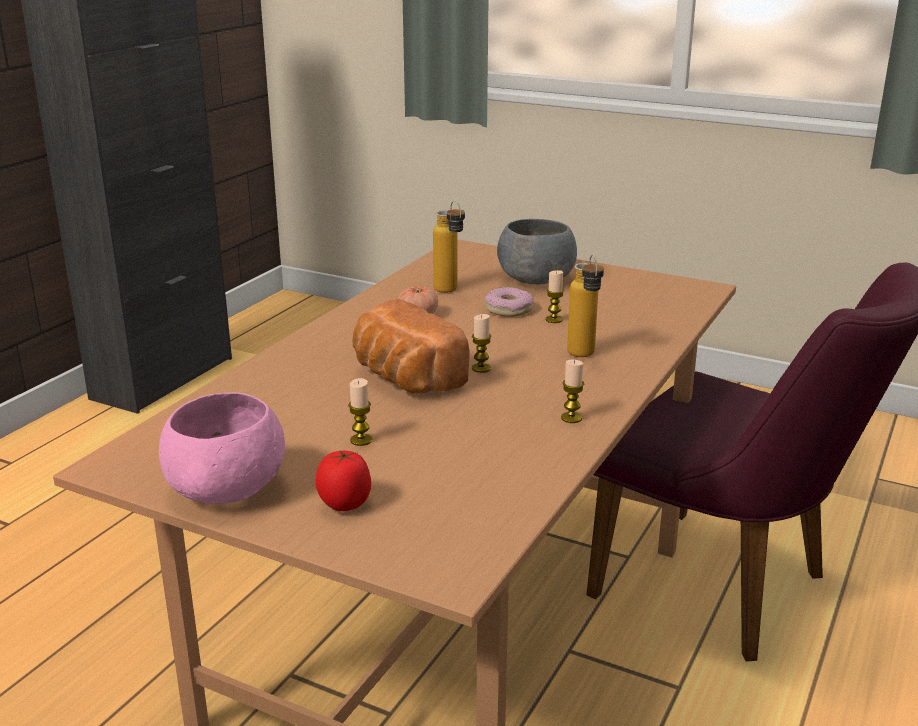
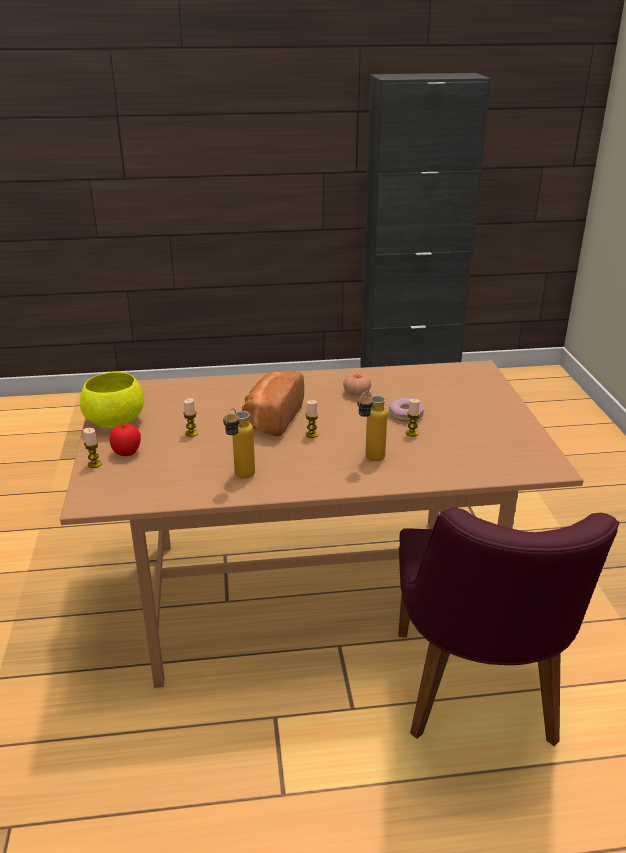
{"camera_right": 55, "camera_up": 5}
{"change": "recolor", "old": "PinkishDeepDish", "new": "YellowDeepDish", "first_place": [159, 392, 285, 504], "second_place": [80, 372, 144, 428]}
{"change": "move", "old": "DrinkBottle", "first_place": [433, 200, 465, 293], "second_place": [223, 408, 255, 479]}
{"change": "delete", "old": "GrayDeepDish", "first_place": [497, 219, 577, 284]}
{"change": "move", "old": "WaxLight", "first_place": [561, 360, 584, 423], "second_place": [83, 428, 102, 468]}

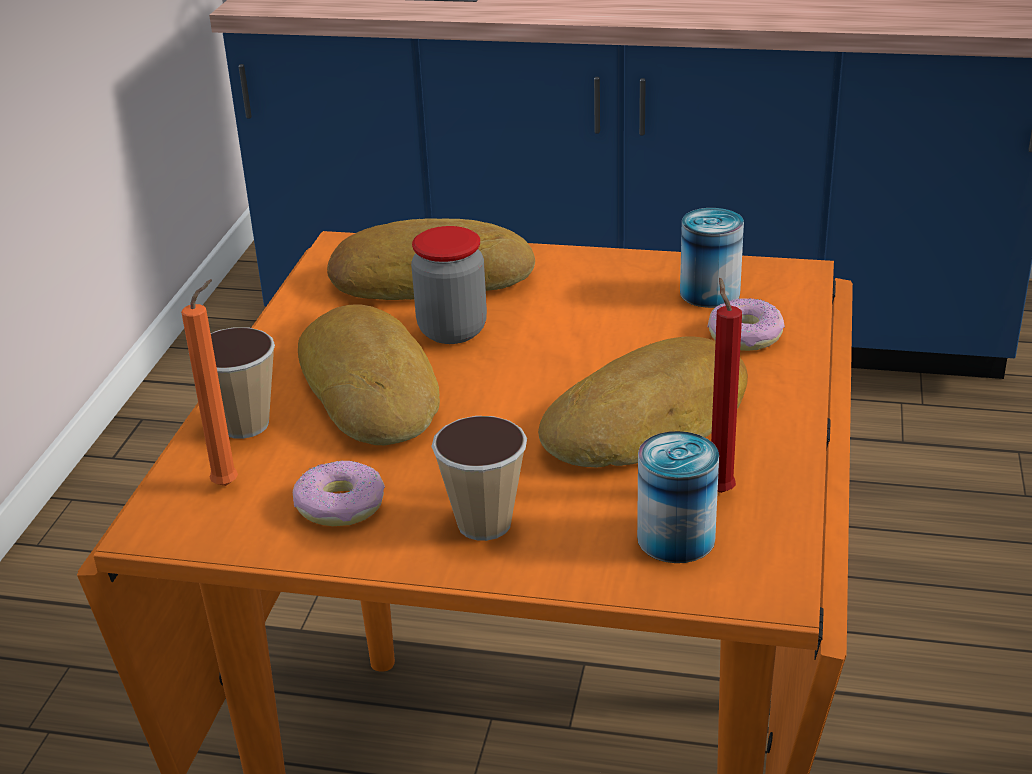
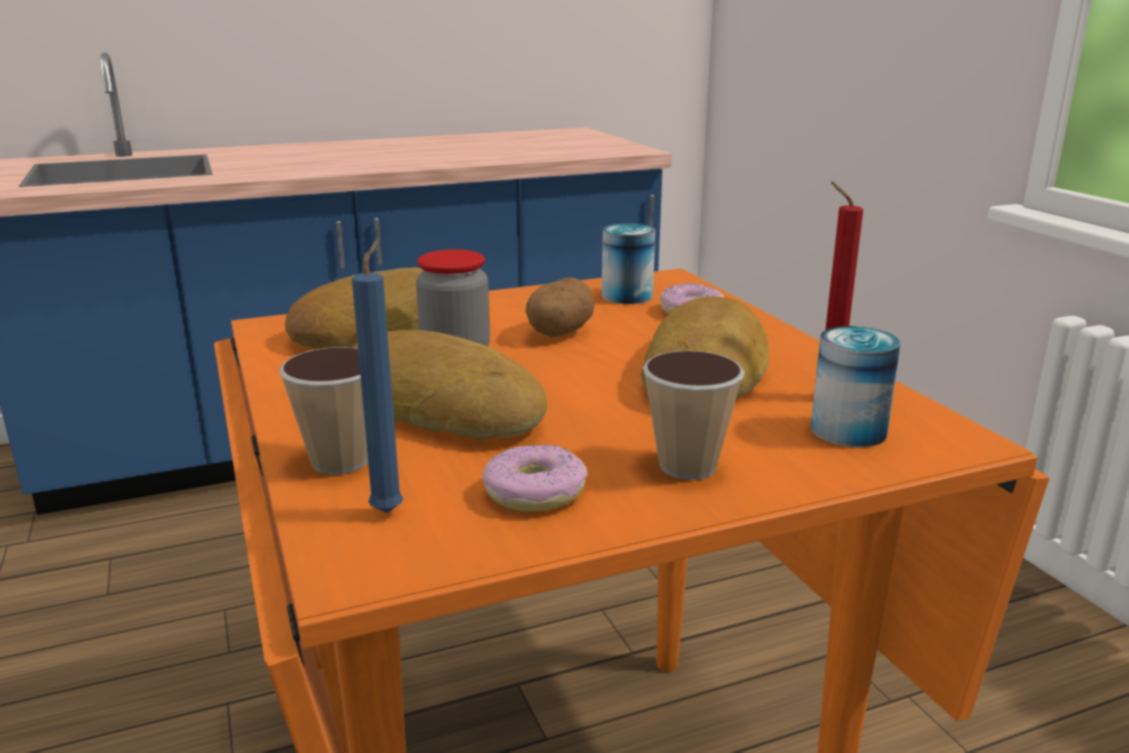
{"camera_right": -35, "camera_up": -10}
{"change": "recolor", "old": "OrangeyWaxLight", "new": "BlueWaxLight", "first_place": [181, 279, 238, 486], "second_place": [352, 239, 403, 513]}
{"change": "insert", "new": "Spud", "second_place": [526, 278, 595, 337]}

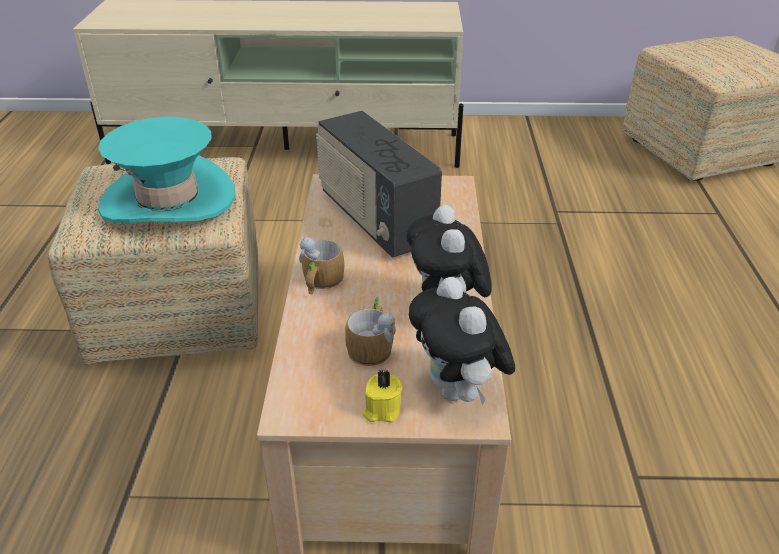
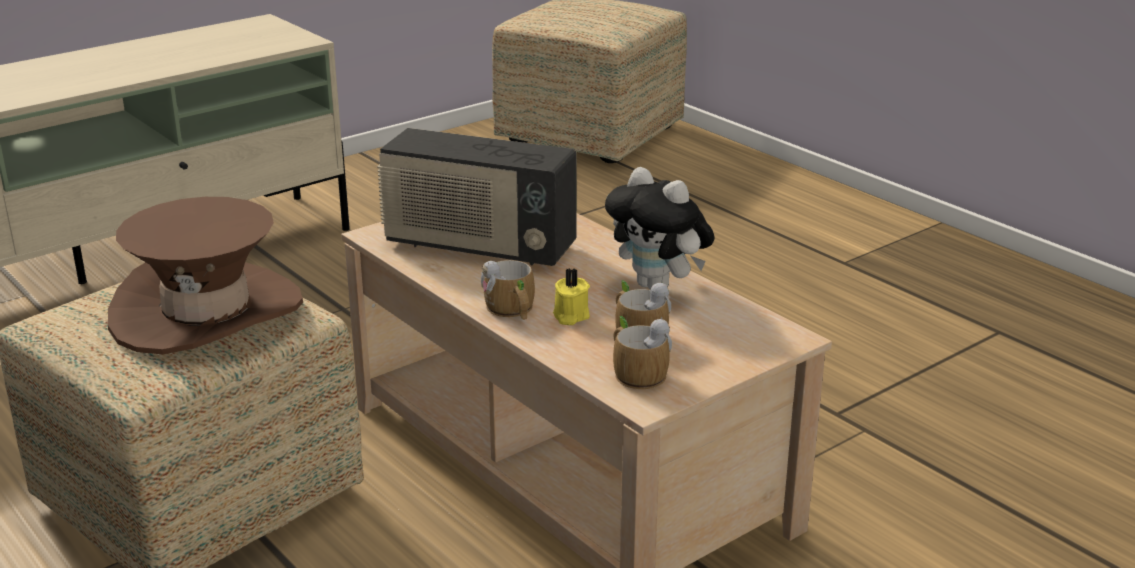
{"camera_right": -40, "camera_up": -10}
{"change": "recolor", "old": "TurquoiseWearableHat", "new": "BrownColouredWearableHat", "first_place": [98, 117, 236, 223], "second_place": [108, 197, 303, 354]}
{"change": "move", "old": "YellowWaxLight", "first_place": [363, 370, 402, 422], "second_place": [553, 268, 590, 325]}
{"change": "delete", "old": "CuddlyToy", "first_place": [409, 277, 515, 405]}
{"change": "insert", "new": "Mug", "second_place": [613, 316, 672, 389]}

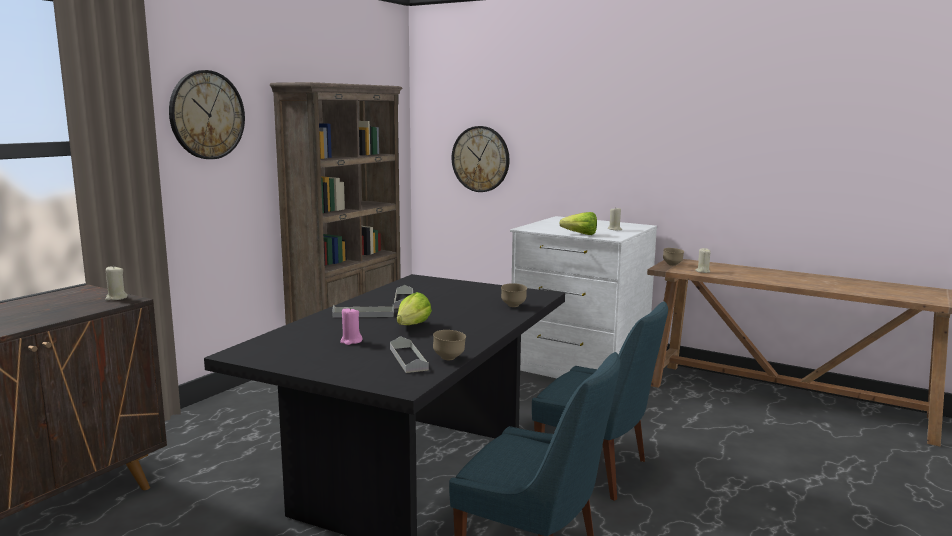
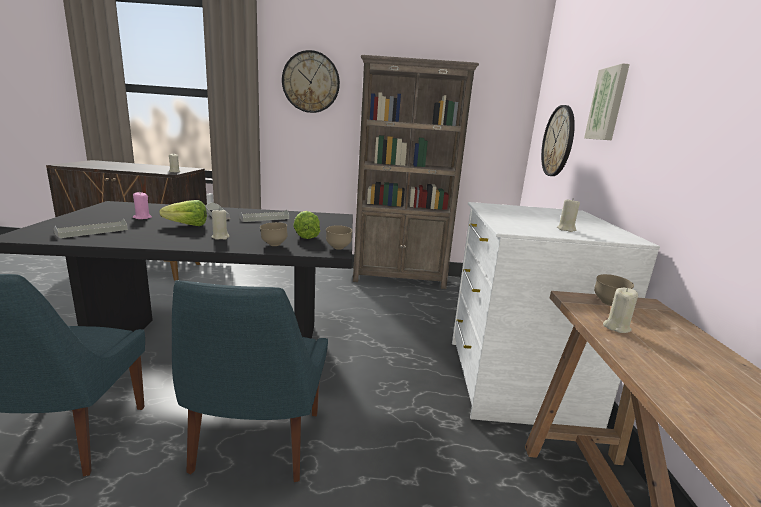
{"camera_right": 60, "camera_up": 5}
{"change": "move", "old": "BrownColouredDeepDish", "first_place": [433, 330, 466, 360], "second_place": [326, 225, 352, 250]}
{"change": "move", "old": "HeadOfLettuce", "first_place": [559, 212, 597, 235], "second_place": [293, 211, 320, 239]}
{"change": "insert", "new": "BeigeWaxLight", "second_place": [211, 209, 230, 240]}
{"change": "insert", "new": "WallPicture", "second_place": [584, 63, 630, 140]}

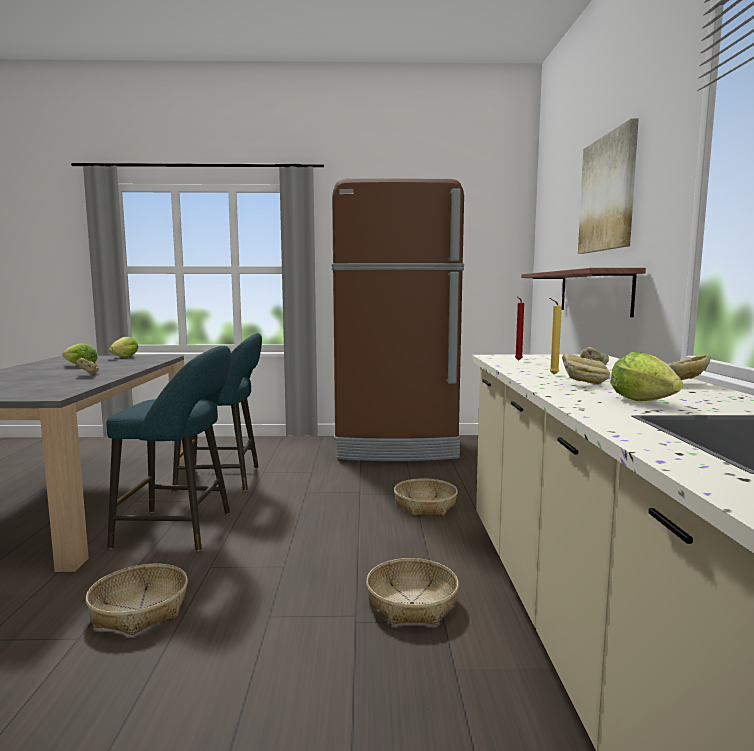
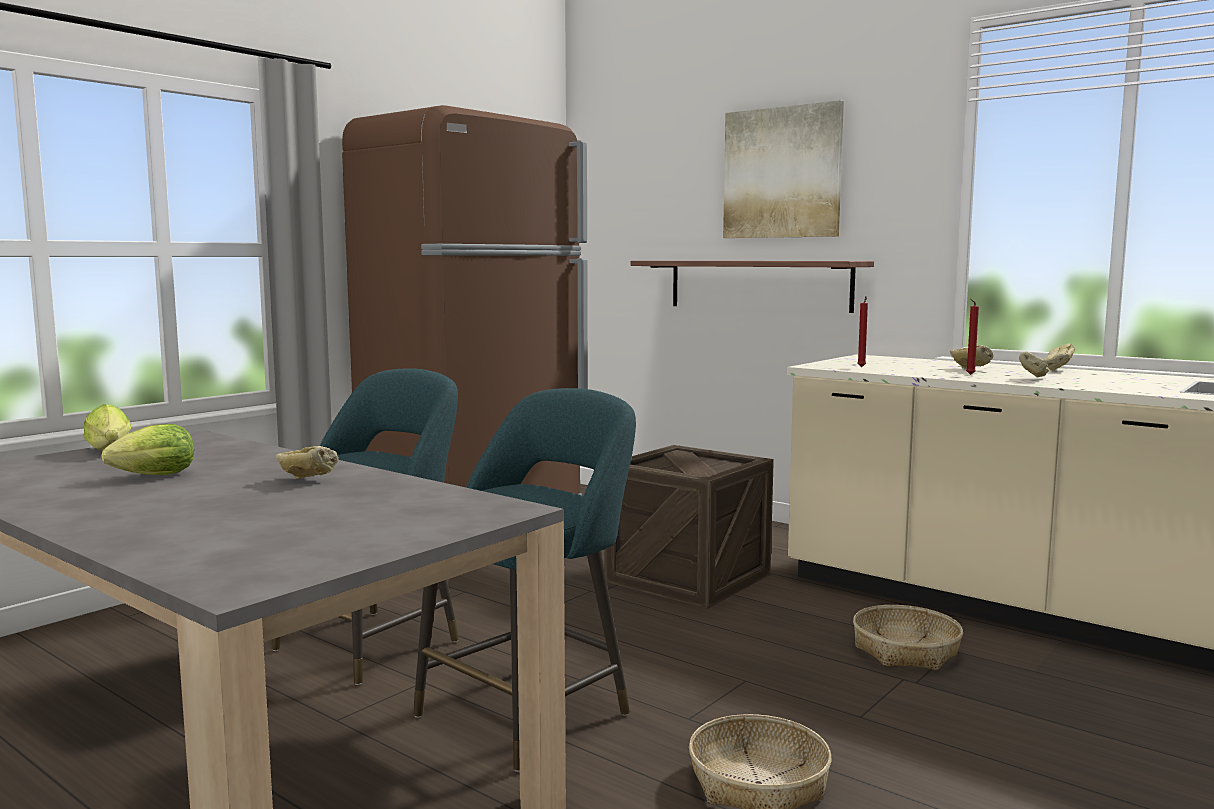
{"camera_right": -50, "camera_up": 0}
{"change": "replace", "old": "StorageBasket", "new": "ShippingCrate", "first_place": [394, 478, 458, 516], "second_place": [605, 445, 774, 609]}
{"change": "recolor", "old": "YellowWaxLight", "new": "ReddishWaxLight", "first_place": [550, 298, 562, 375], "second_place": [966, 299, 979, 375]}
{"change": "delete", "old": "HeadOfLettuce", "first_place": [610, 352, 683, 401]}

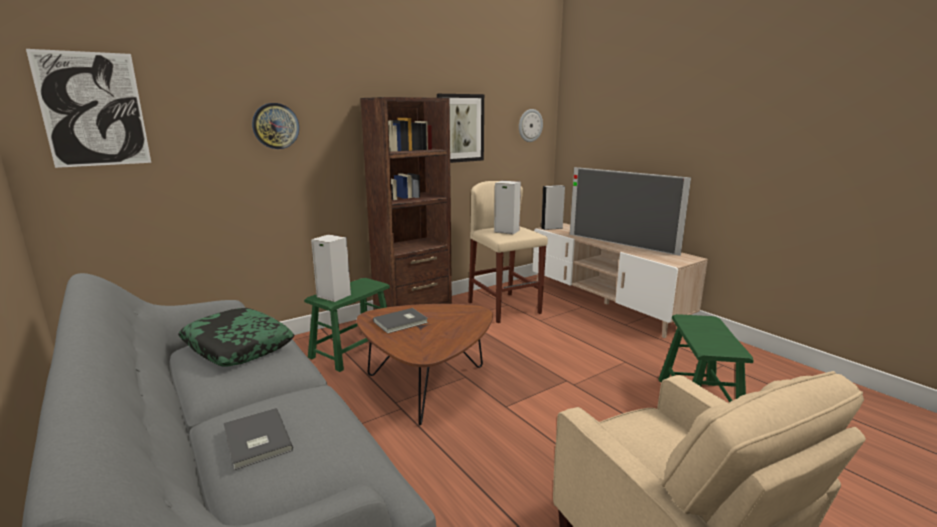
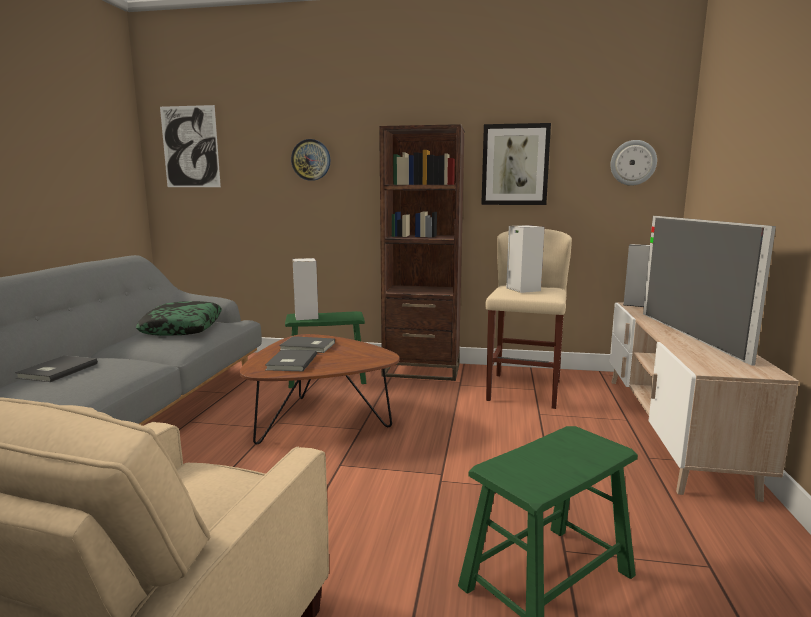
{"camera_right": 45, "camera_up": -5}
{"change": "insert", "new": "GrayVolume", "second_place": [265, 350, 317, 371]}

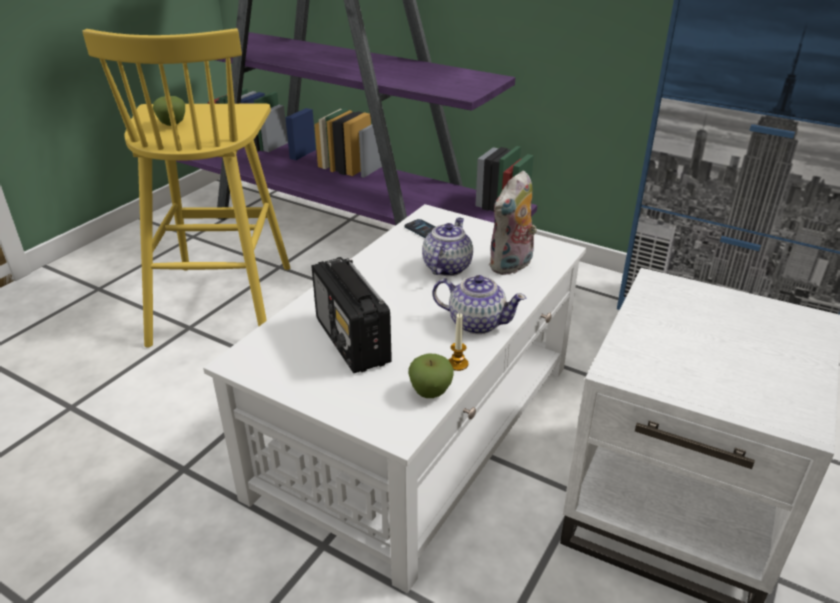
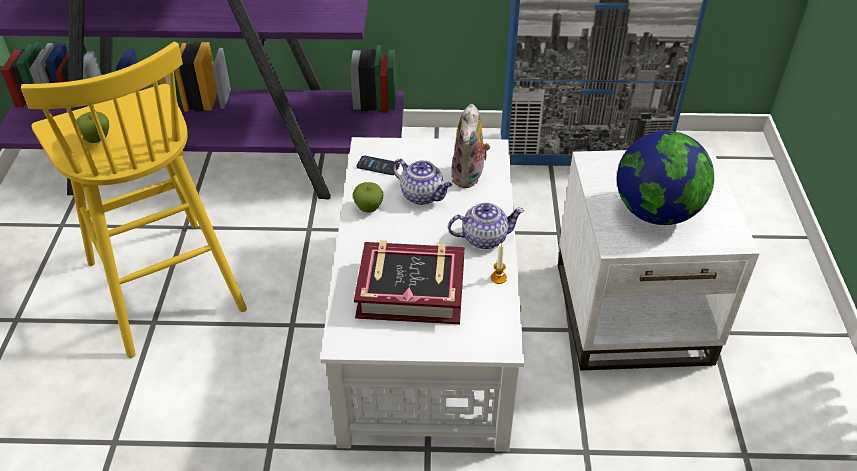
{"camera_right": -30, "camera_up": 10}
{"change": "replace", "old": "Radio", "new": "Volume", "first_place": [312, 257, 392, 373], "second_place": [354, 240, 464, 324]}
{"change": "move", "old": "Apple", "first_place": [408, 353, 454, 398], "second_place": [353, 182, 384, 213]}
{"change": "rotate", "old": "TeaPot", "first_place": [422, 218, 473, 276], "second_place": [392, 159, 452, 205], "degrees": 135}
{"change": "insert", "new": "Globe", "second_place": [617, 131, 714, 225]}

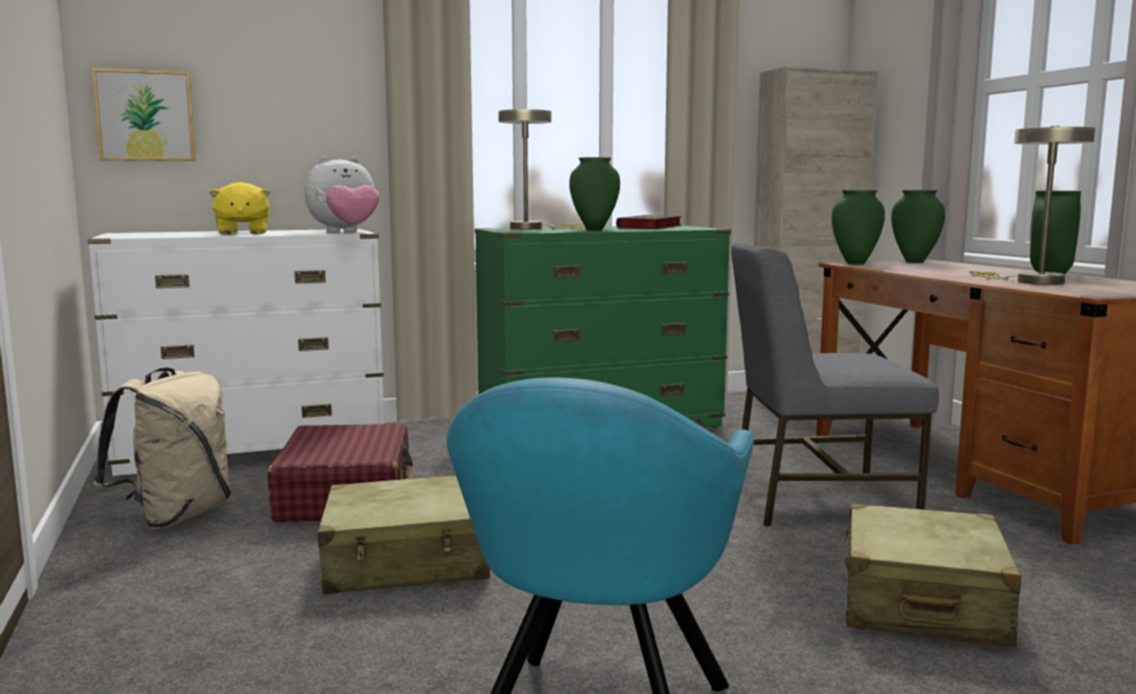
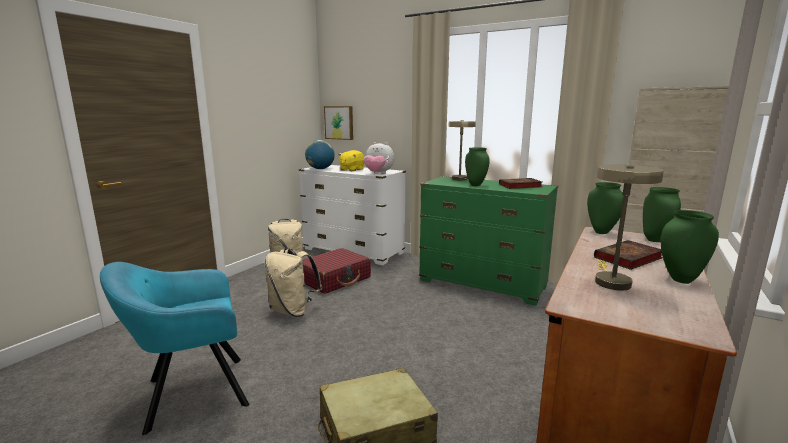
{"camera_right": 50, "camera_up": 5}
{"change": "replace", "old": "BeigeTravelCase", "new": "BeigeRucksack", "first_place": [318, 475, 490, 594], "second_place": [265, 248, 322, 317]}
{"change": "delete", "old": "GrayPlainChair", "first_place": [731, 242, 939, 526]}
{"change": "insert", "new": "Globe", "second_place": [305, 140, 335, 169]}
{"change": "insert", "new": "Volume", "second_place": [594, 240, 663, 270]}

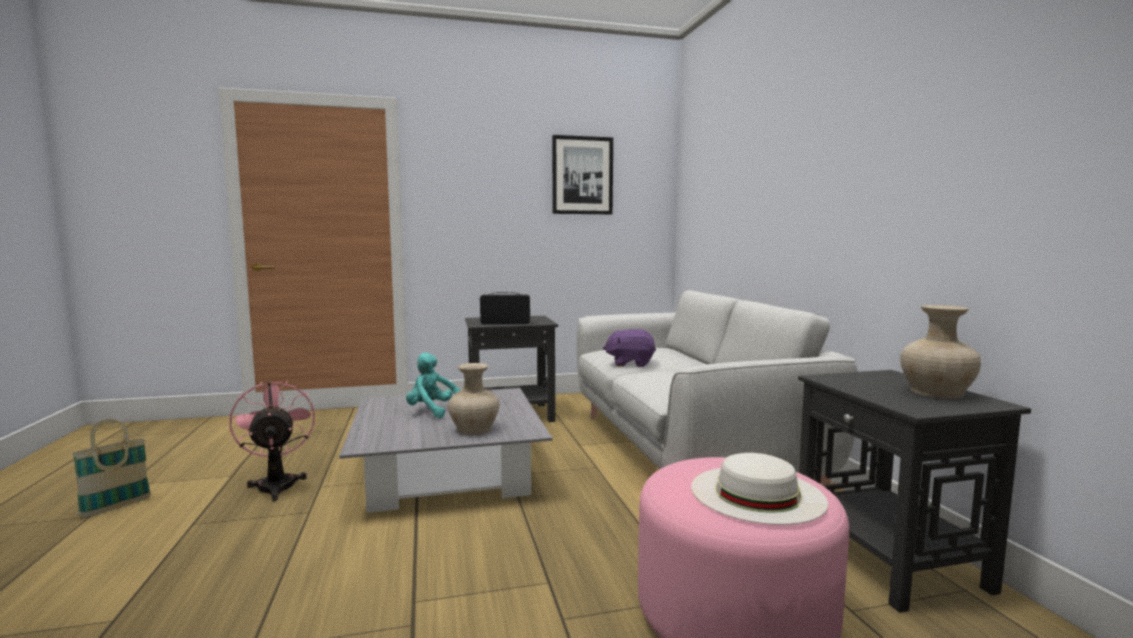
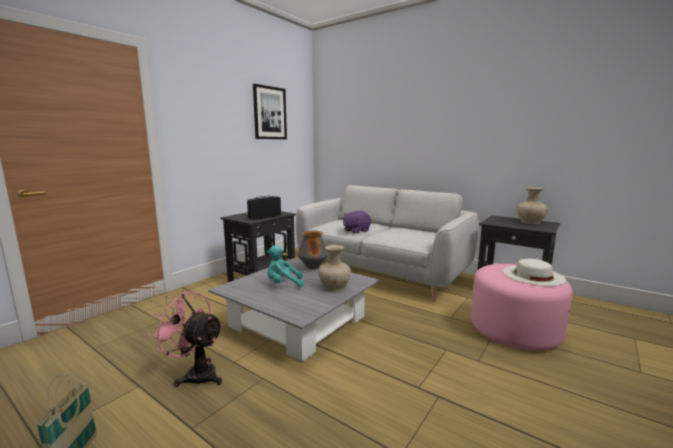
{"camera_right": -40, "camera_up": 5}
{"change": "insert", "new": "Vase", "second_place": [298, 231, 328, 269]}

